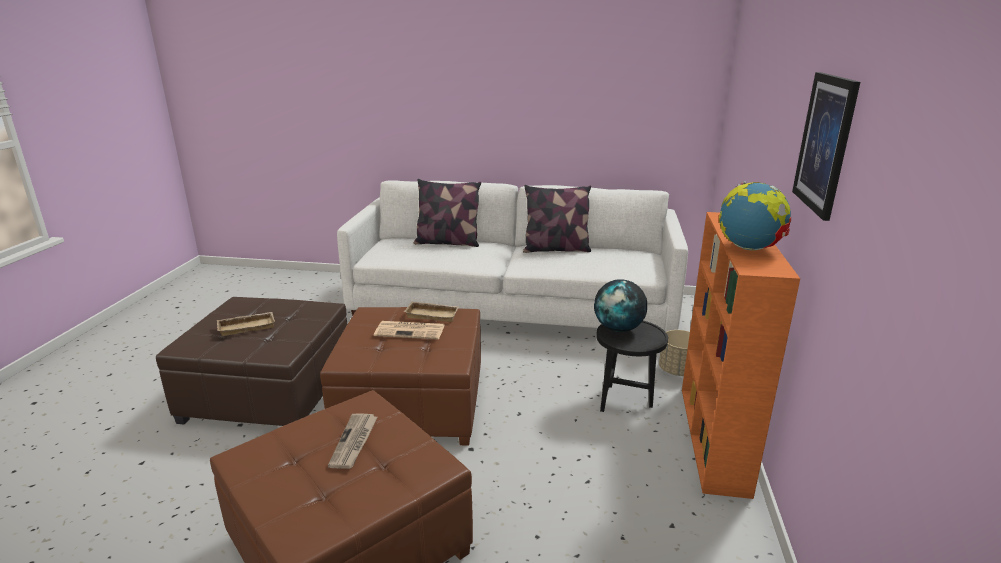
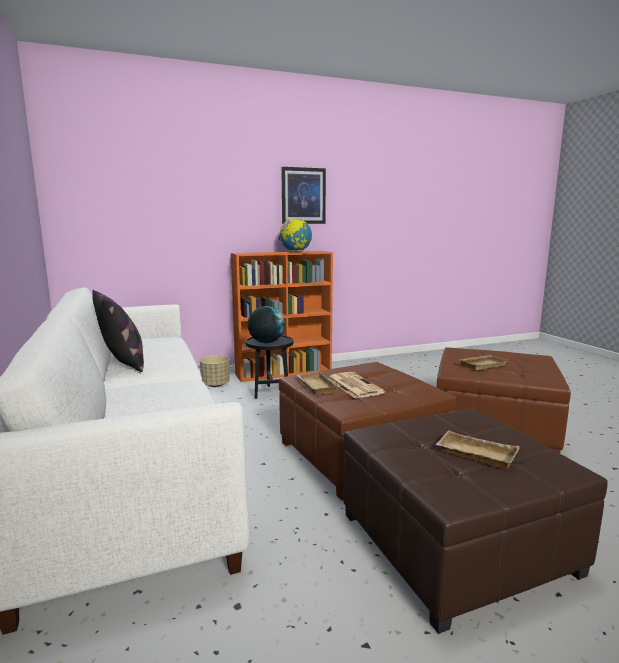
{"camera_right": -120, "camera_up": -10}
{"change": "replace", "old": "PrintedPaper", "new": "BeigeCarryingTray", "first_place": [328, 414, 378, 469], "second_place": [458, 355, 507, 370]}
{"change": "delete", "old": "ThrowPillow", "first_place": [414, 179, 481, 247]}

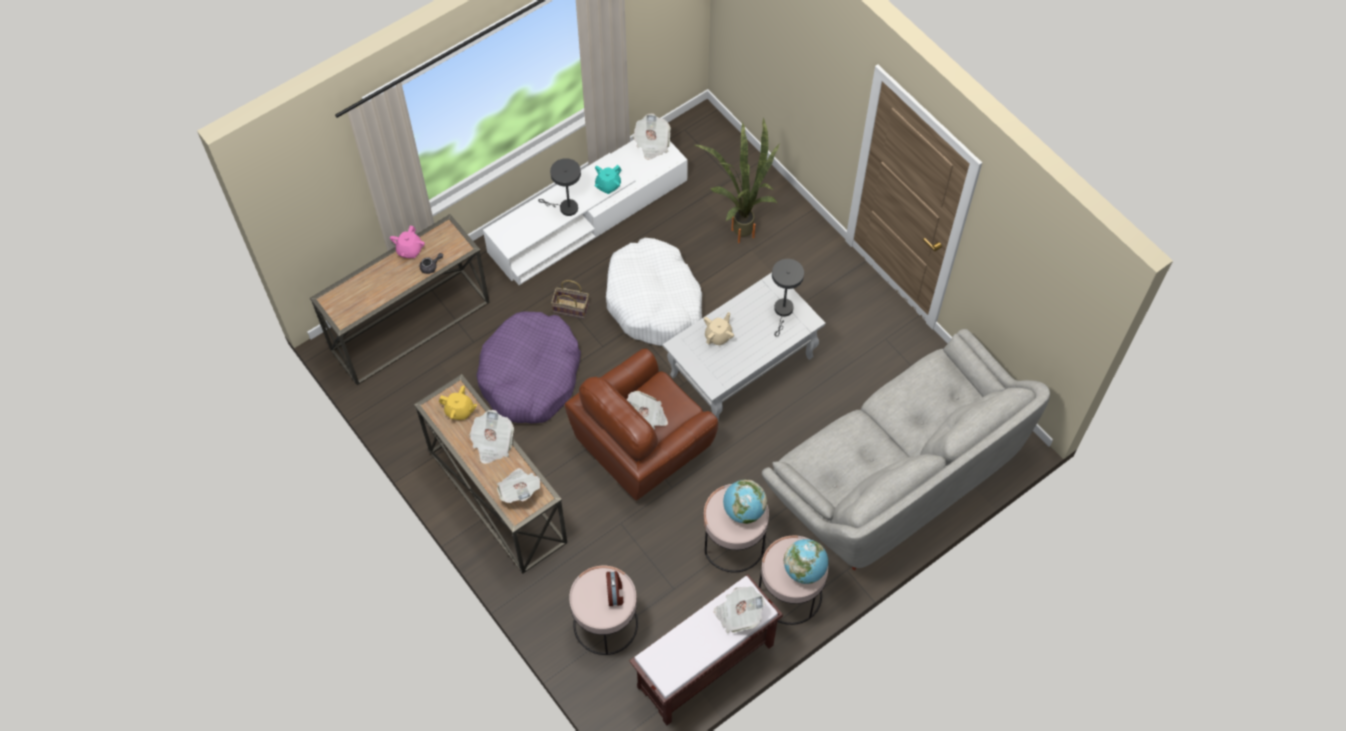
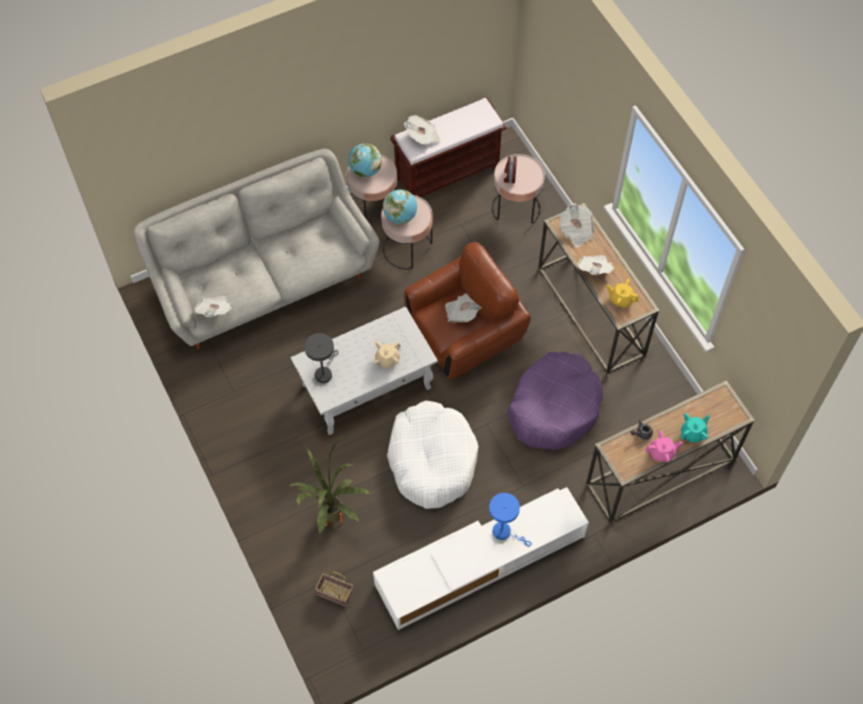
{"camera_right": -170, "camera_up": 0}
{"change": "rotate", "old": "PinkishTeaPot", "first_place": [390, 226, 425, 258], "second_place": [645, 430, 683, 462], "degrees": 60}
{"change": "recolor", "old": "GrayTabletopLamp", "new": "BlueTabletopLamp", "first_place": [538, 158, 581, 216], "second_place": [489, 493, 531, 547]}
{"change": "move", "old": "StorageBasket", "first_place": [551, 280, 589, 319], "second_place": [315, 571, 354, 607]}
{"change": "move", "old": "TurquoiseTeaPot", "first_place": [595, 165, 622, 194], "second_place": [680, 413, 710, 443]}
{"change": "move", "old": "PrintedPaper", "first_place": [633, 114, 671, 160], "second_place": [194, 296, 232, 317]}

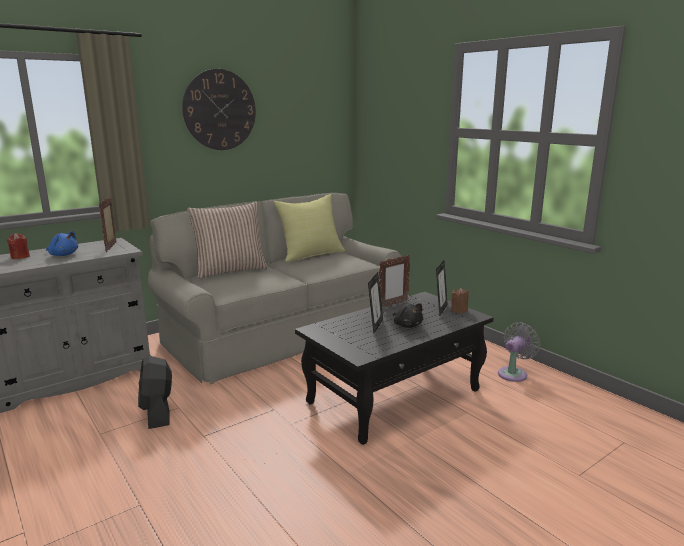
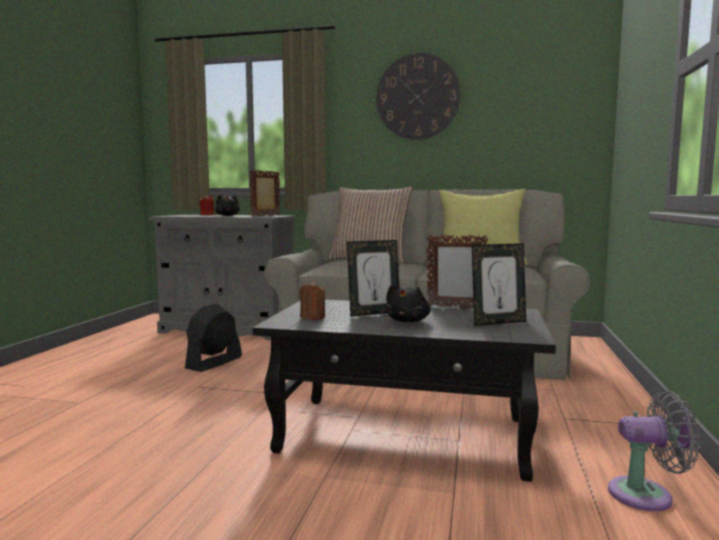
{"camera_right": 50, "camera_up": -10}
{"change": "recolor", "old": "BlueCuddlyToy", "new": "BlackCuddlyToy", "first_place": [46, 231, 78, 256], "second_place": [215, 195, 240, 216]}
{"change": "move", "old": "BrownColouredWaxLight", "first_place": [451, 288, 469, 313], "second_place": [299, 280, 325, 319]}

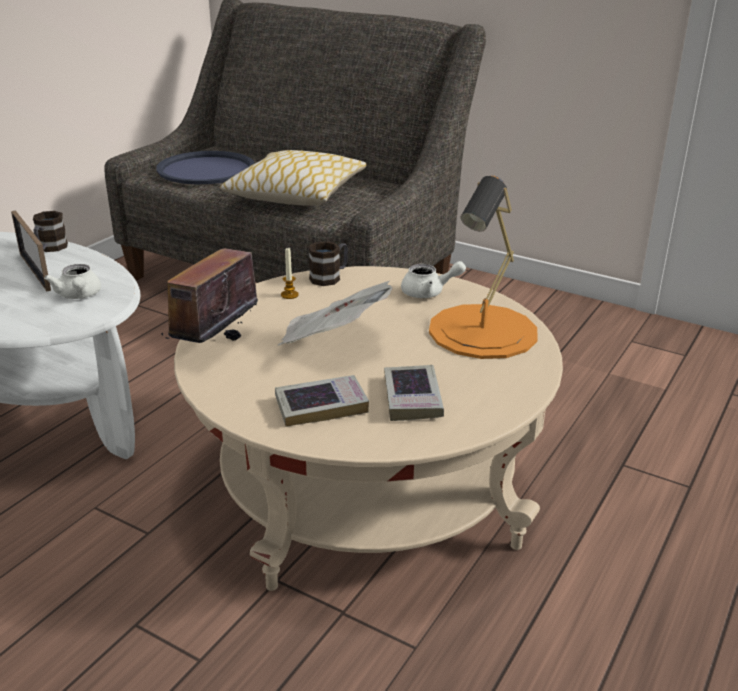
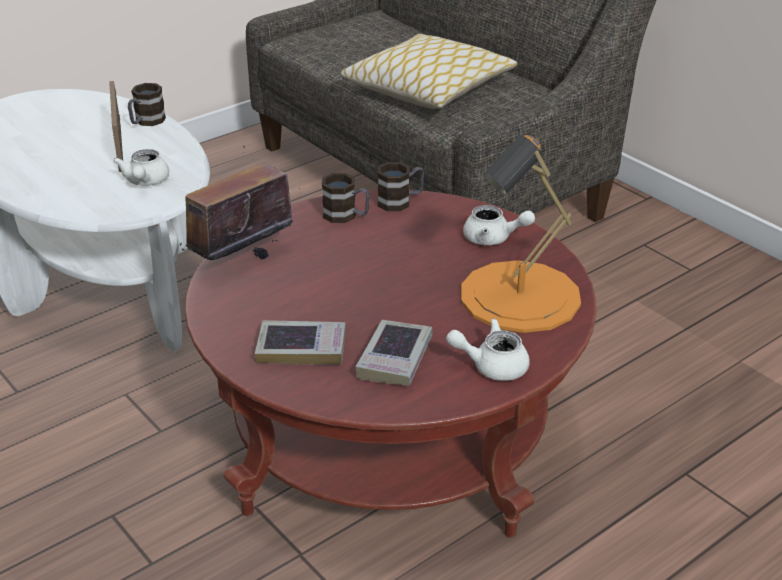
{"camera_right": 20, "camera_up": 5}
{"change": "delete", "old": "BlueCarryingTray", "first_place": [156, 151, 255, 184]}
{"change": "recolor", "old": "BeigeLowTable", "new": "ReddishLowTable", "first_place": [174, 266, 563, 591], "second_place": [185, 190, 596, 538]}
{"change": "delete", "old": "PrintedPaper", "first_place": [277, 281, 393, 346]}
{"change": "replace", "old": "WaxLight", "new": "Mug", "first_place": [281, 248, 299, 299], "second_place": [322, 173, 370, 223]}
{"change": "insert", "new": "WhiteColouredTeaPot", "second_place": [446, 318, 530, 381]}

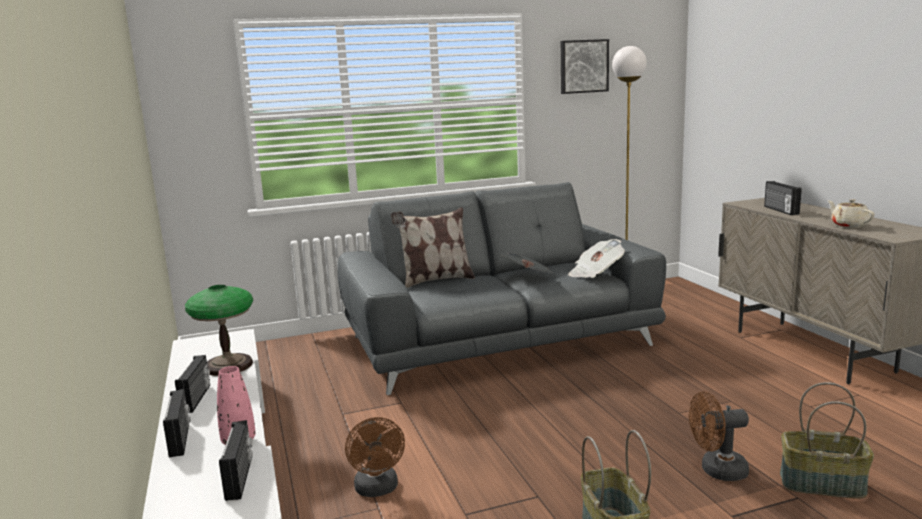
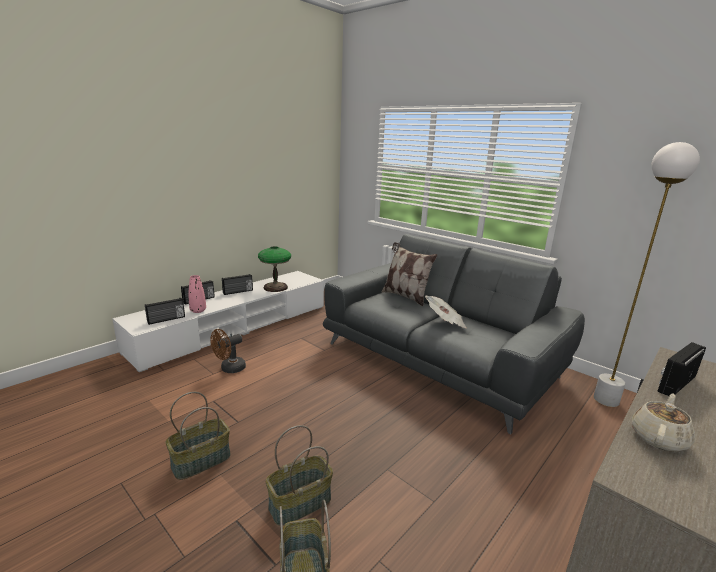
{"camera_right": 60, "camera_up": 5}
{"change": "delete", "old": "WallPicture", "first_place": [561, 39, 609, 94]}
{"change": "delete", "old": "PrintedPaper", "first_place": [568, 239, 625, 278]}
{"change": "replace", "old": "BrownColouredCoolingFan", "new": "StorageBasket", "first_place": [689, 391, 749, 481], "second_place": [266, 425, 333, 526]}

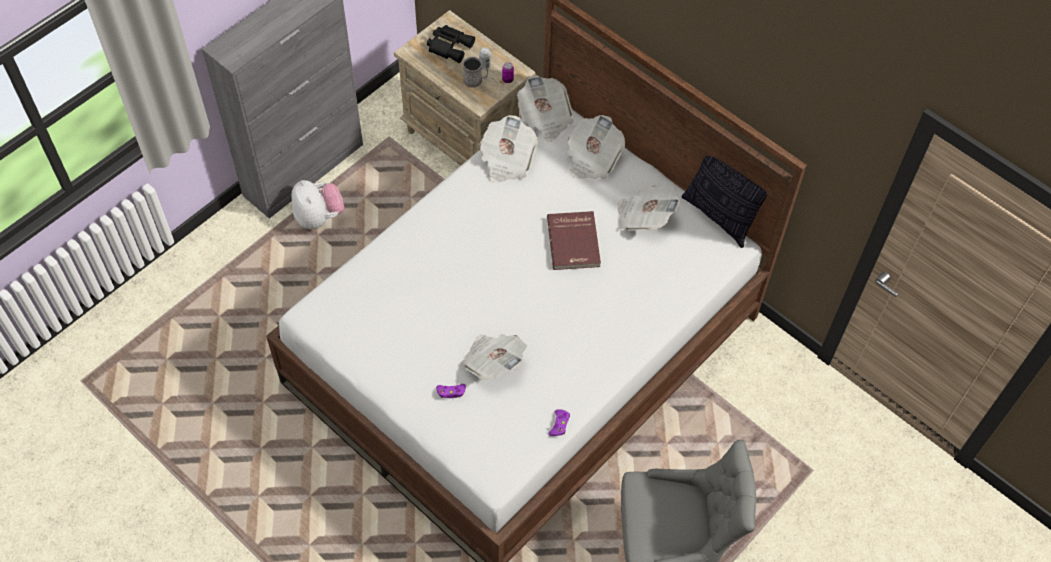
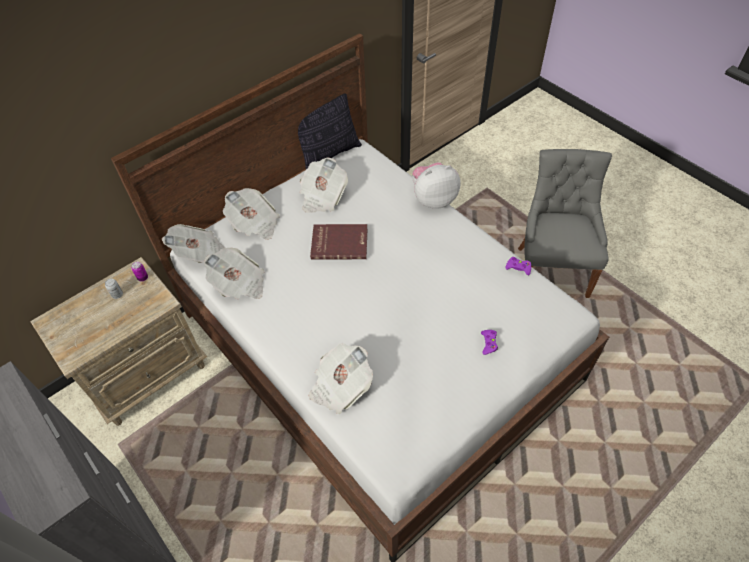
{"camera_right": -80, "camera_up": -5}
{"change": "move", "old": "CuddlyToy", "first_place": [292, 180, 345, 229], "second_place": [412, 162, 460, 209]}
{"change": "delete", "old": "BlackFieldGlasses", "first_place": [427, 25, 475, 63]}
{"change": "move", "old": "PrintedPaper", "first_place": [461, 334, 527, 380], "second_place": [309, 343, 373, 414]}
{"change": "delete", "old": "GrayMug", "first_place": [463, 57, 488, 88]}

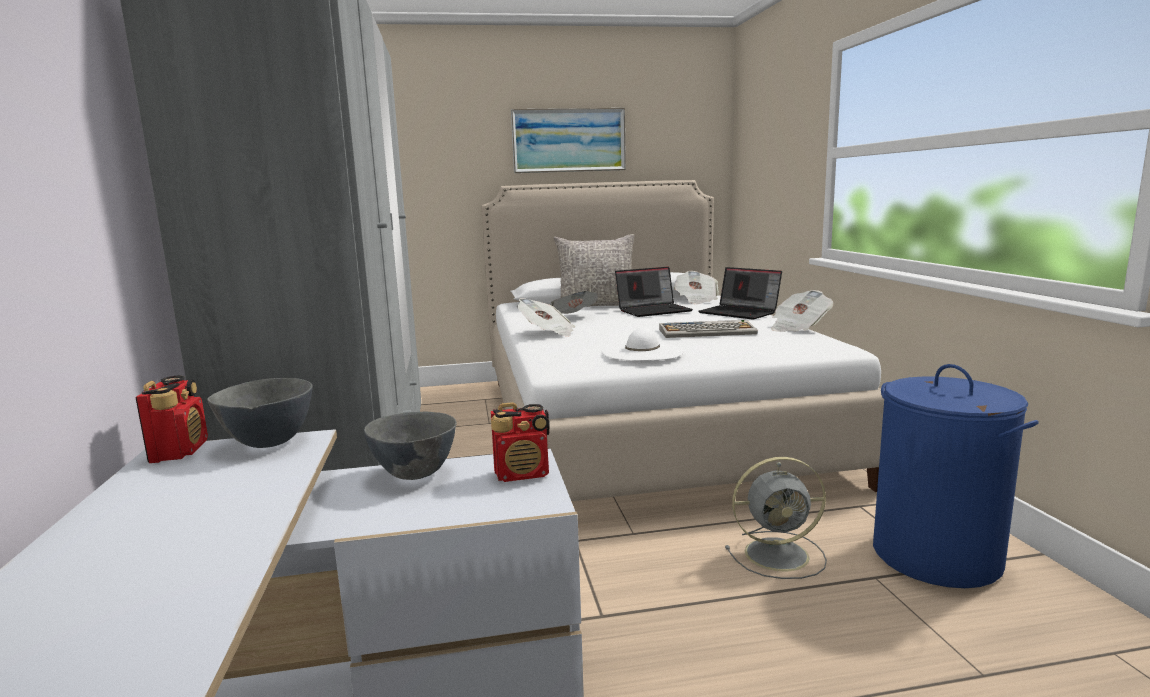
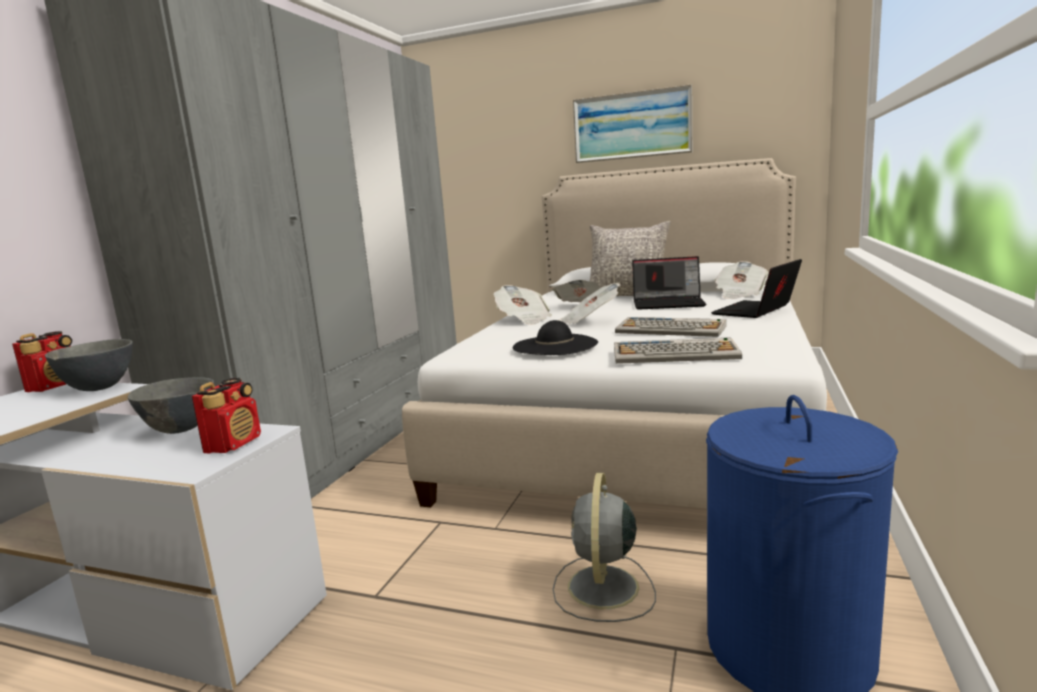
{"camera_right": 30, "camera_up": 0}
{"change": "rotate", "old": "Radio", "first_place": [491, 402, 550, 482], "second_place": [192, 378, 261, 454], "degrees": -90}
{"change": "recolor", "old": "WhiteColouredWearableHat", "new": "BlackWearableHat", "first_place": [602, 328, 684, 361], "second_place": [513, 320, 598, 355]}
{"change": "rotate", "old": "PortableComputer", "first_place": [698, 267, 782, 320], "second_place": [711, 259, 802, 318], "degrees": 60}
{"change": "rotate", "old": "GrayCoolingFan", "first_place": [725, 457, 827, 579], "second_place": [553, 473, 656, 622], "degrees": 75}
{"change": "move", "old": "PrintedPaper", "first_place": [771, 290, 833, 332], "second_place": [558, 283, 620, 324]}
{"change": "insert", "new": "PcKeyboard", "second_place": [614, 337, 742, 364]}

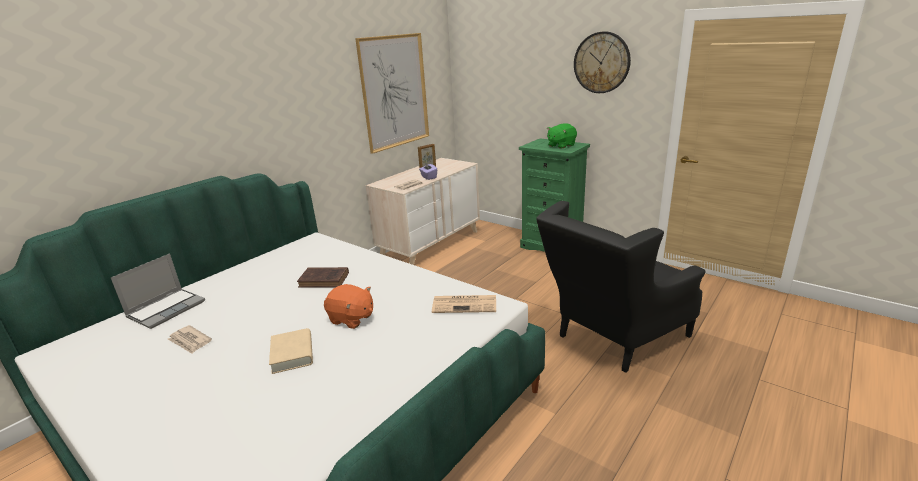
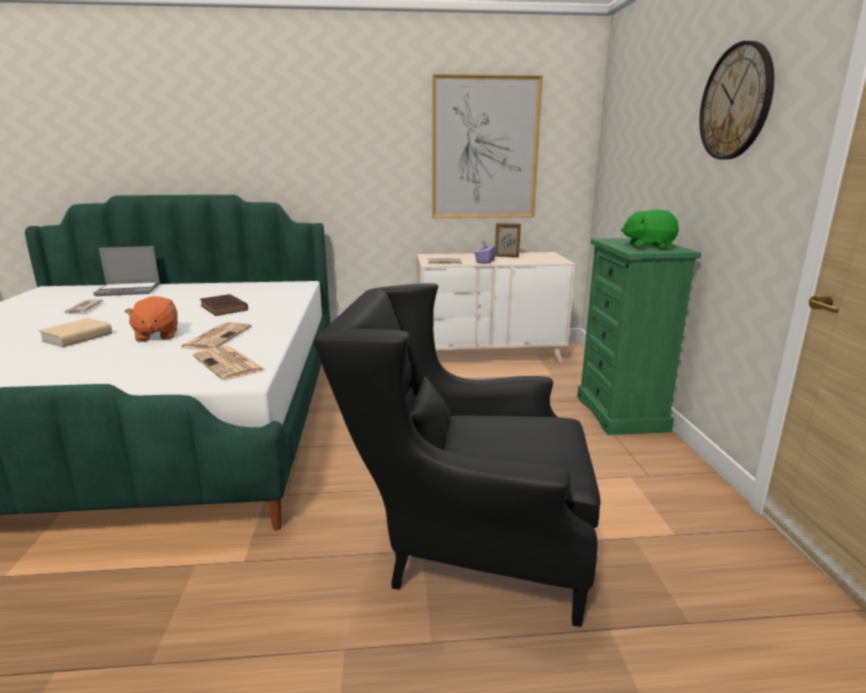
{"camera_right": 45, "camera_up": -5}
{"change": "insert", "new": "PrintedPaper", "second_place": [180, 322, 252, 350]}

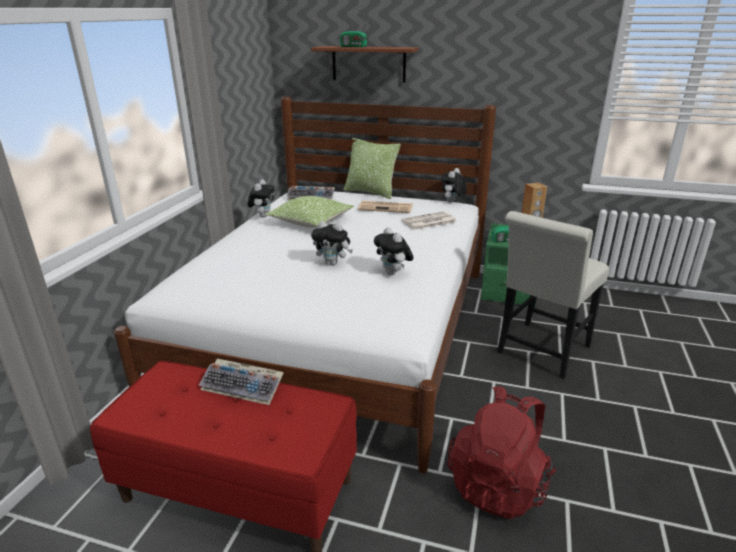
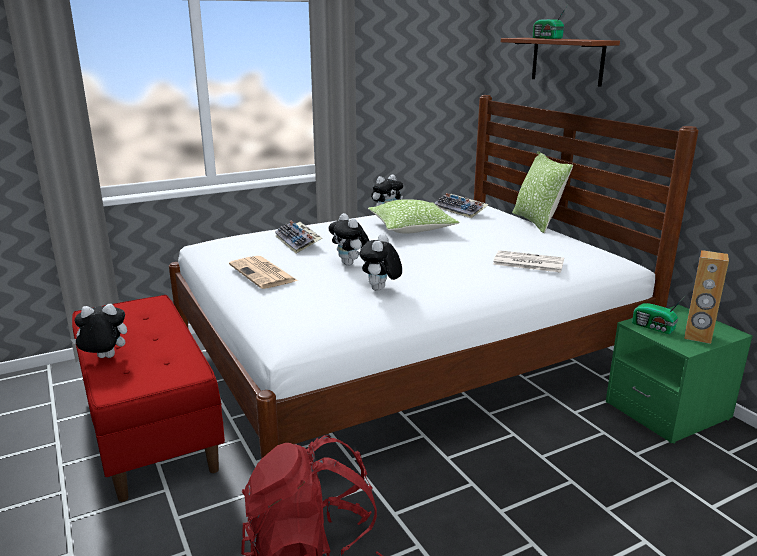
{"camera_right": 45, "camera_up": -5}
{"change": "move", "old": "PcKeyboard", "first_place": [199, 359, 284, 405], "second_place": [275, 221, 322, 254]}
{"change": "move", "old": "PrintedPaper", "first_place": [358, 201, 413, 213], "second_place": [229, 256, 298, 289]}
{"change": "move", "old": "CuddlyToy", "first_place": [441, 168, 467, 203], "second_place": [71, 304, 127, 358]}
{"change": "delete", "old": "WhiteColouredPlainChair", "first_place": [497, 211, 609, 379]}

